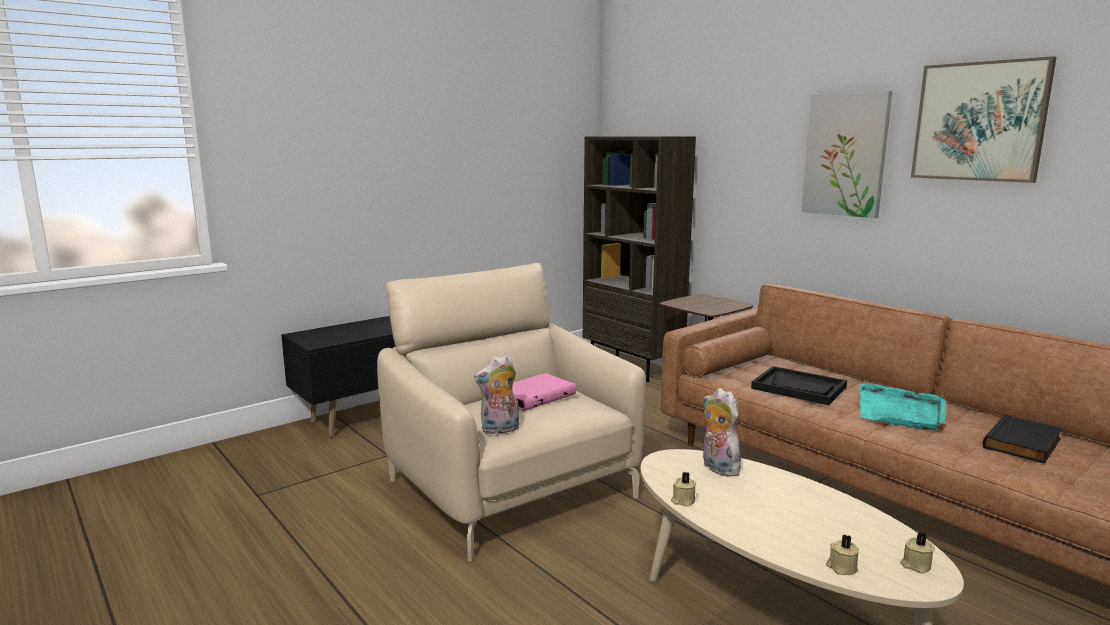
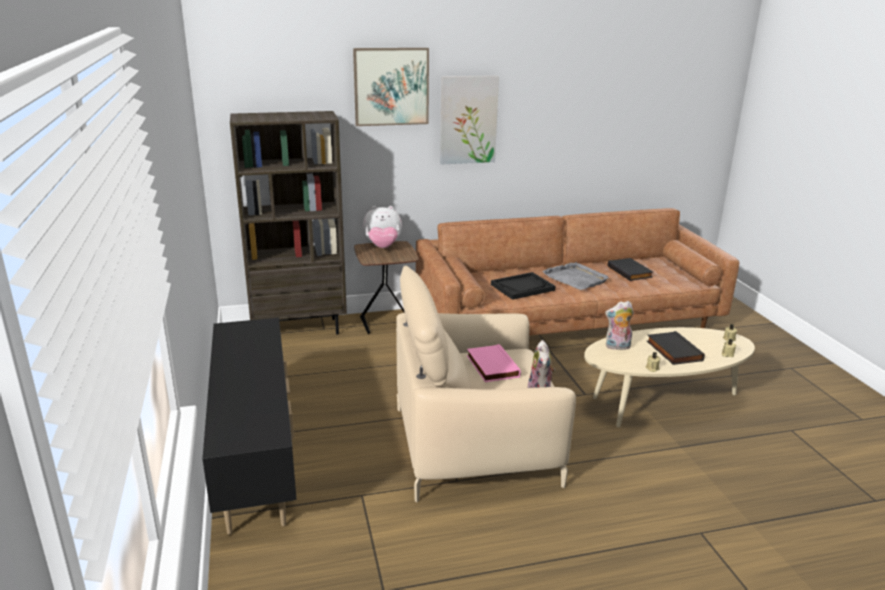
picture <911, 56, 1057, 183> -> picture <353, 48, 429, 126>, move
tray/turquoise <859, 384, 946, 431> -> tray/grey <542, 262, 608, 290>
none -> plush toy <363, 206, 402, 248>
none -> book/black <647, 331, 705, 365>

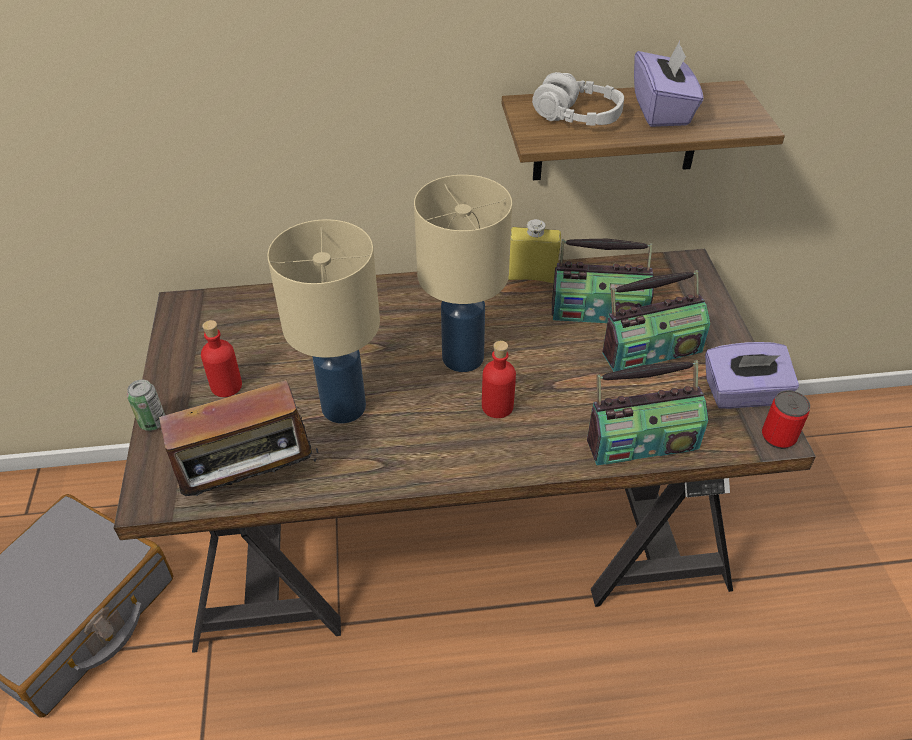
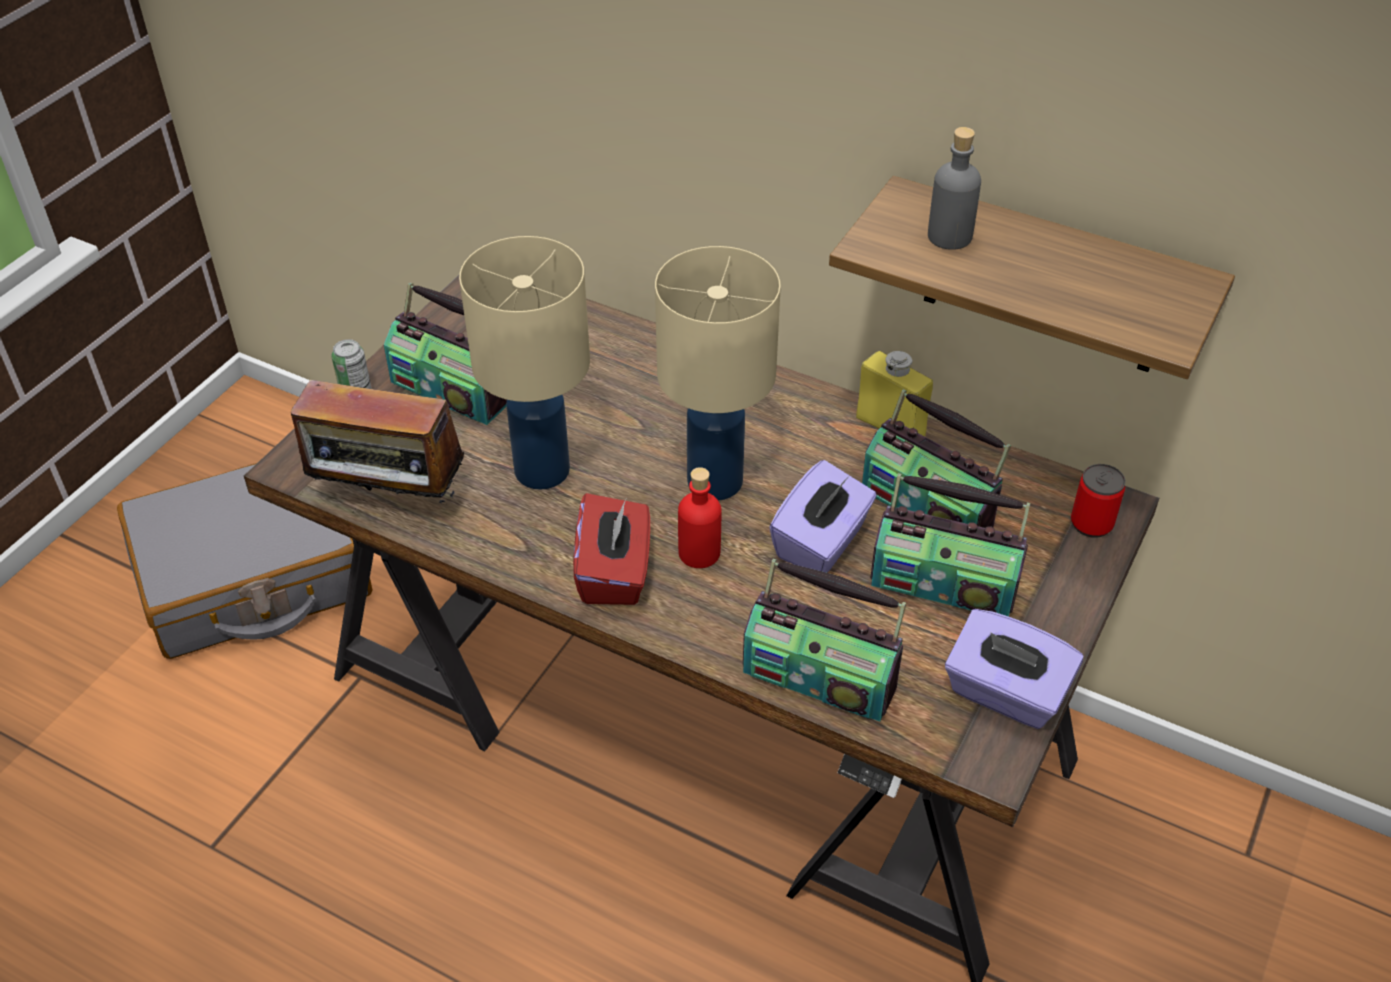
tissue box/purple <634, 41, 704, 127> -> tissue box/purple <769, 460, 877, 573>, move
headphones/grey <532, 72, 624, 126> -> bottle/grey <928, 127, 981, 250>
bottle/red <201, 320, 242, 397> -> radio <384, 283, 507, 425>
can <762, 390, 810, 449> -> can <1071, 464, 1126, 538>, move
none -> tissue box/red <573, 493, 650, 605>

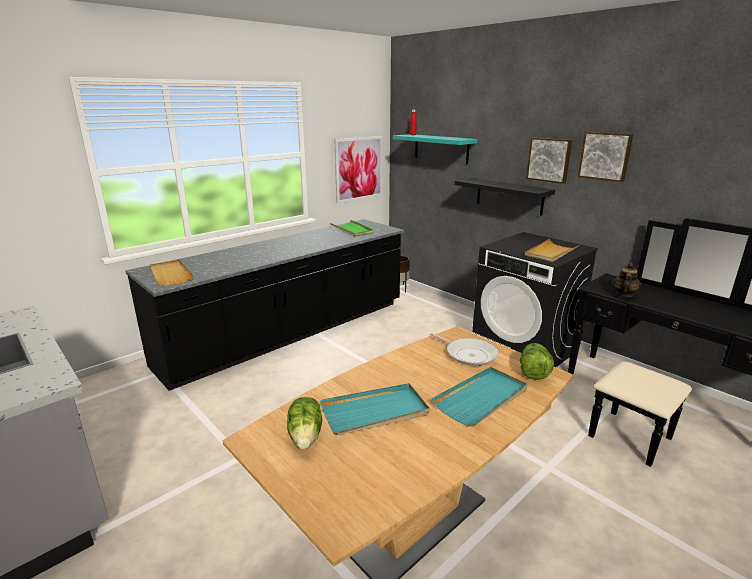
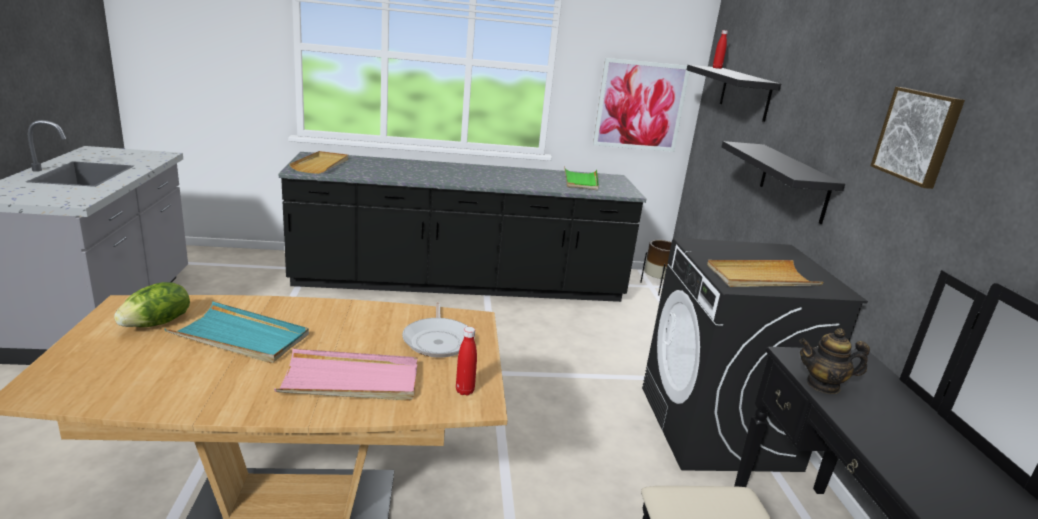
shelf/turquoise <393, 134, 477, 164> -> shelf/black <687, 65, 781, 122>
picture <526, 137, 572, 184> -> none
teapot <613, 263, 642, 298> -> teapot <799, 328, 870, 394>, 150 degrees counterclockwise
lettuce <520, 343, 554, 380> -> bottle/red <456, 327, 477, 396>
tray/turquoise <432, 367, 527, 426> -> tray/pink <274, 349, 418, 401>

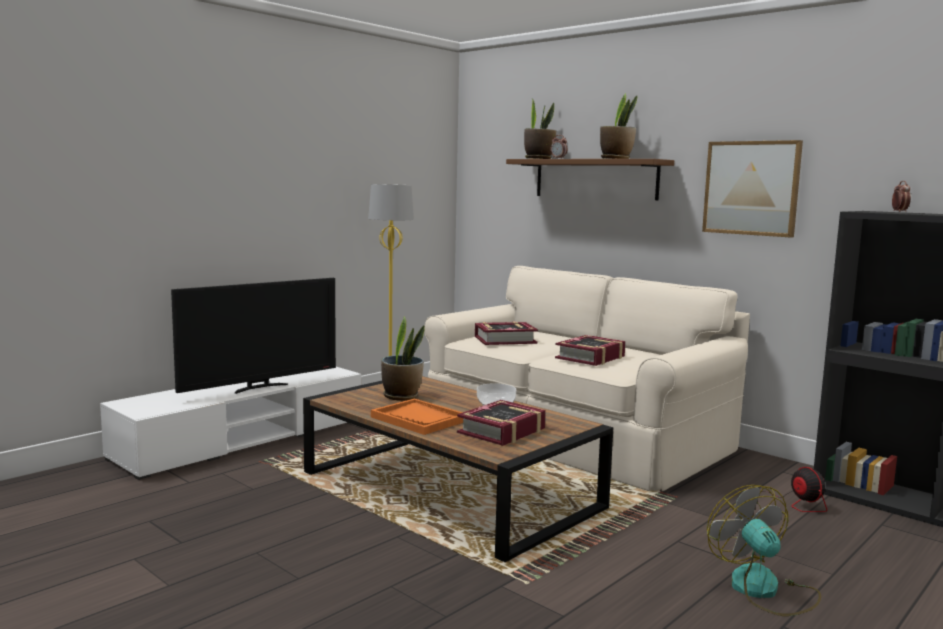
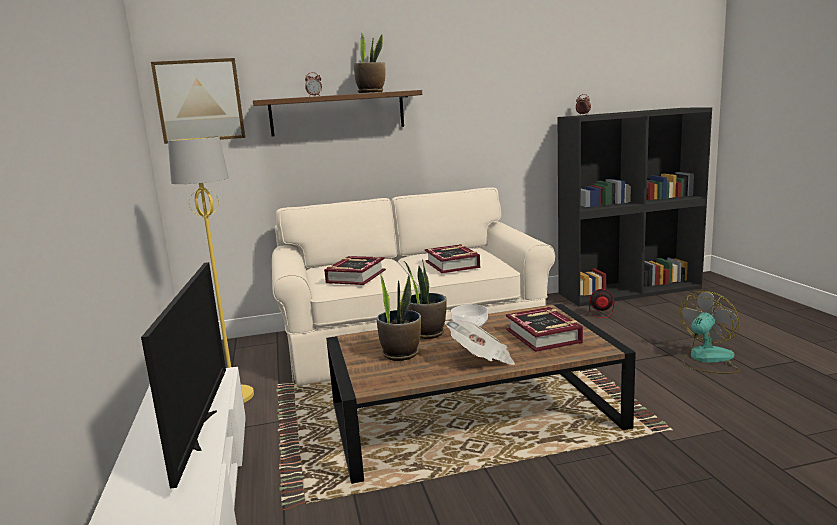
potted plant <524, 99, 556, 159> -> potted plant <404, 259, 447, 339>, move
picture <702, 140, 803, 238> -> picture <151, 58, 245, 144>, move
tray/orange <371, 399, 463, 435> -> newspaper <445, 320, 515, 365>
fan <707, 485, 821, 616> -> fan <680, 291, 740, 373>, 120 degrees clockwise

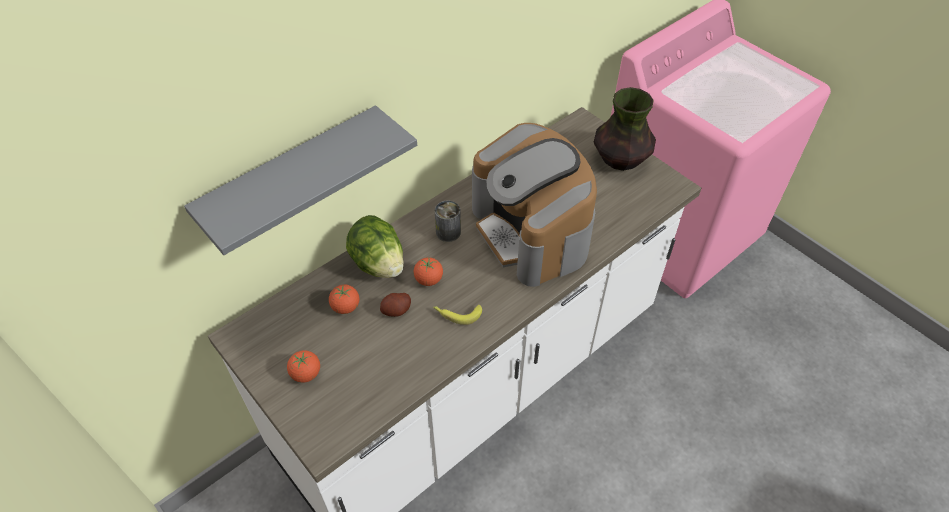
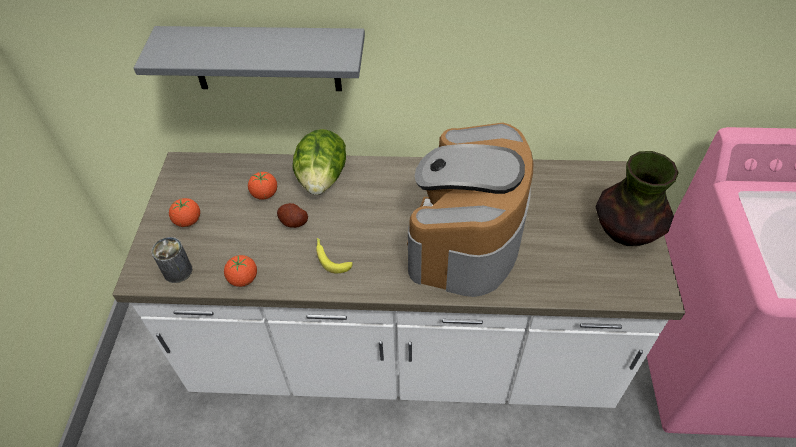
can <435, 201, 461, 242> -> can <152, 237, 192, 283>, move
tomato <414, 257, 443, 286> -> tomato <224, 255, 257, 287>, move

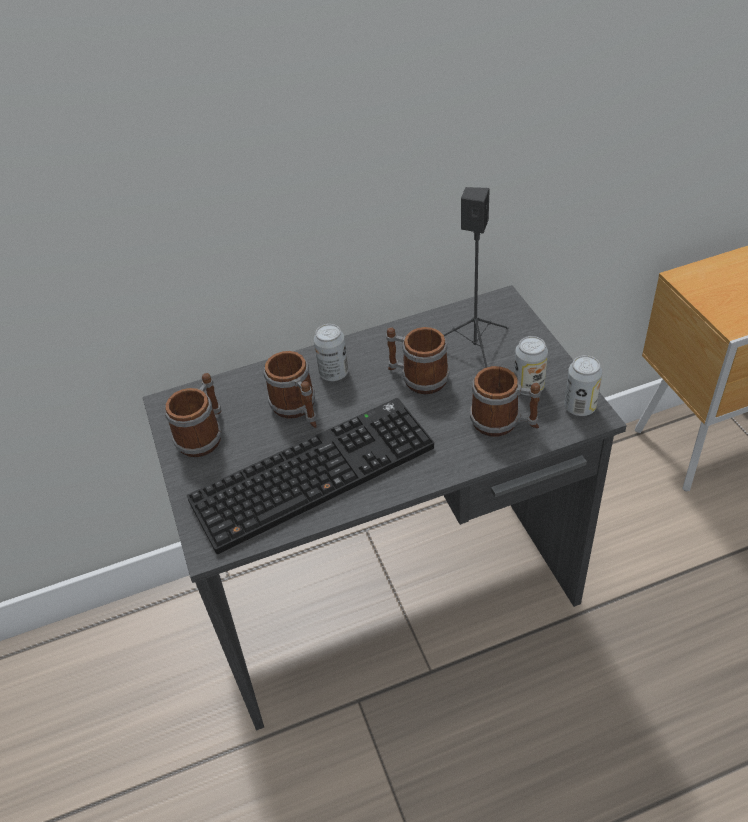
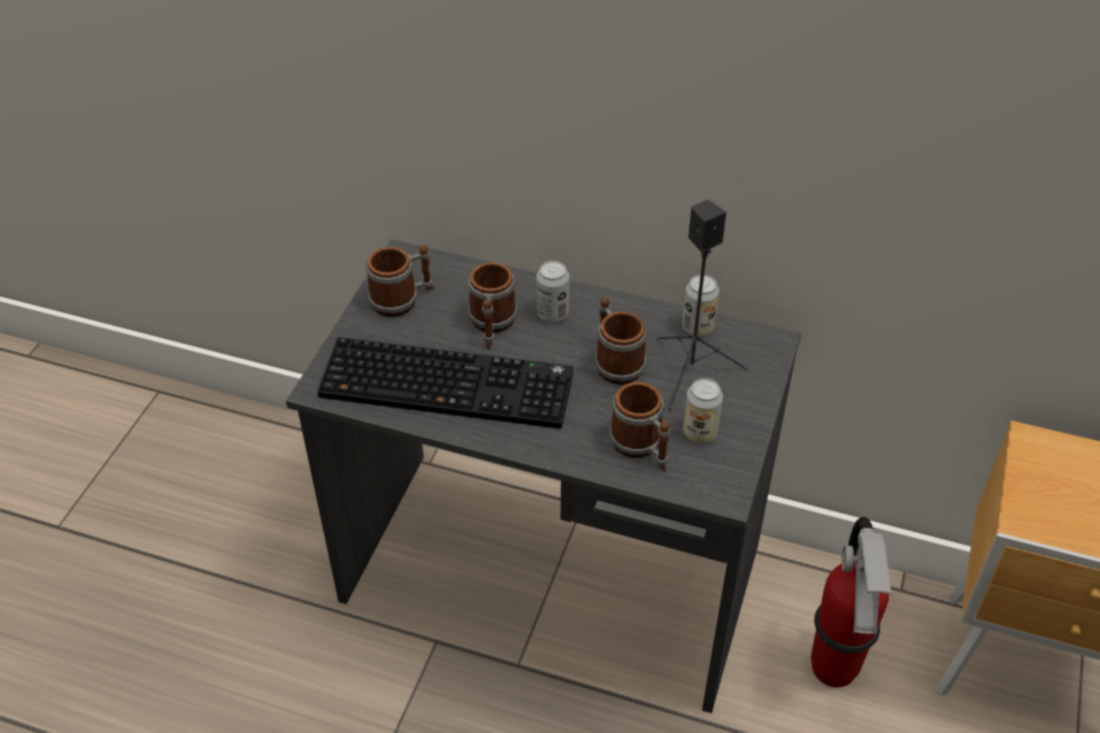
can <564, 355, 602, 416> -> can <682, 275, 719, 336>, move
none -> fire extinguisher <811, 517, 892, 688>

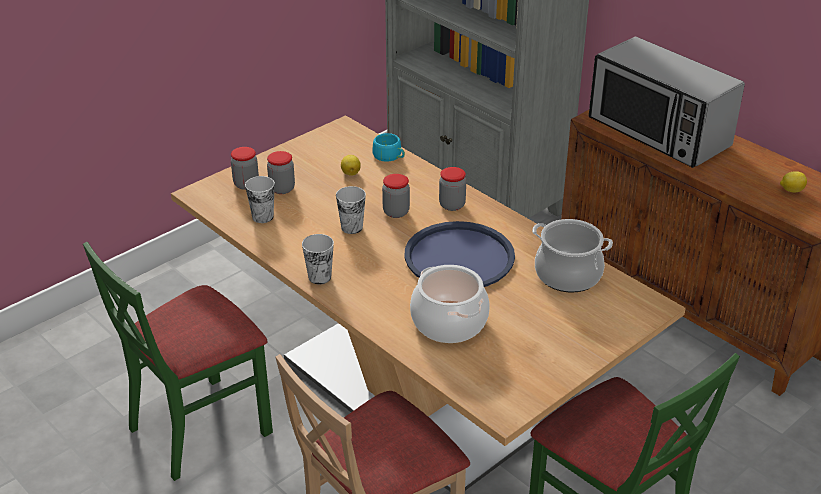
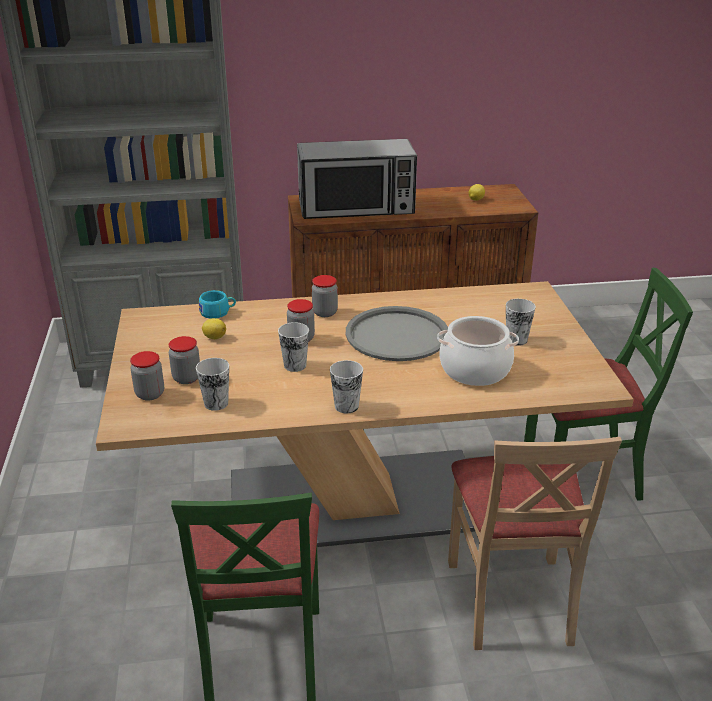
cooking pot <532, 219, 613, 293> -> none
tray/blue <405, 221, 515, 287> -> tray/grey <346, 306, 448, 361>
none -> cup <506, 299, 536, 346>

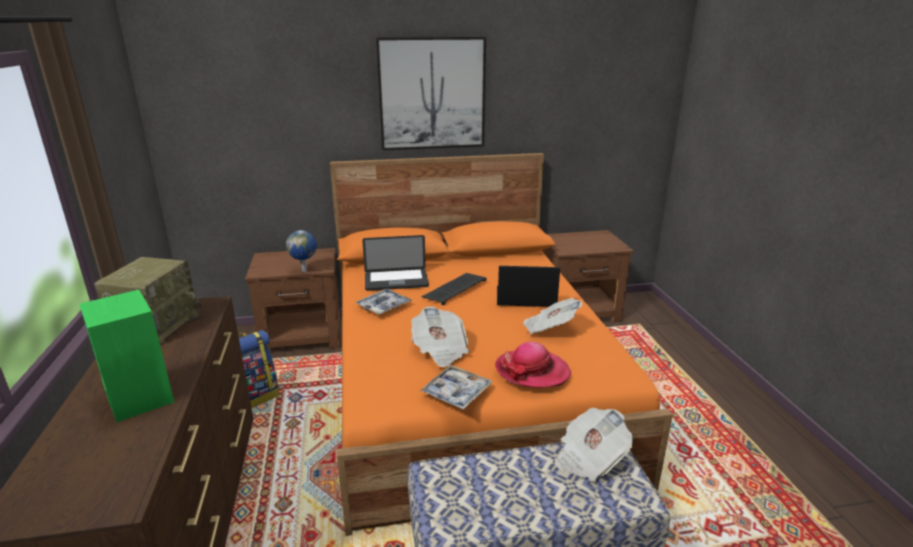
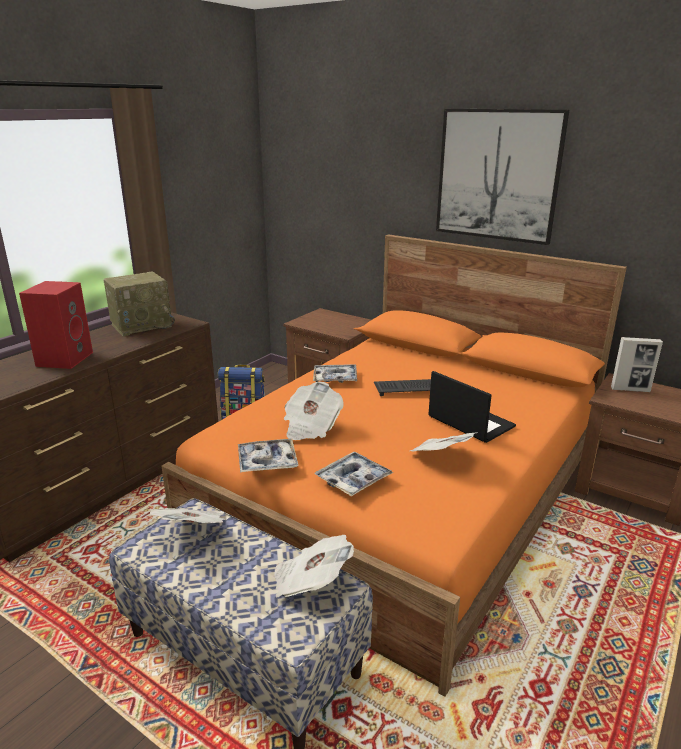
globe <286, 230, 317, 273> -> none
laptop <362, 235, 429, 291> -> none
speaker/green <79, 290, 174, 423> -> speaker/red <19, 281, 93, 369>
hat <495, 342, 571, 388> -> tray <314, 452, 393, 496>
none -> picture frame <611, 337, 663, 392>
none -> newspaper <150, 508, 225, 523>

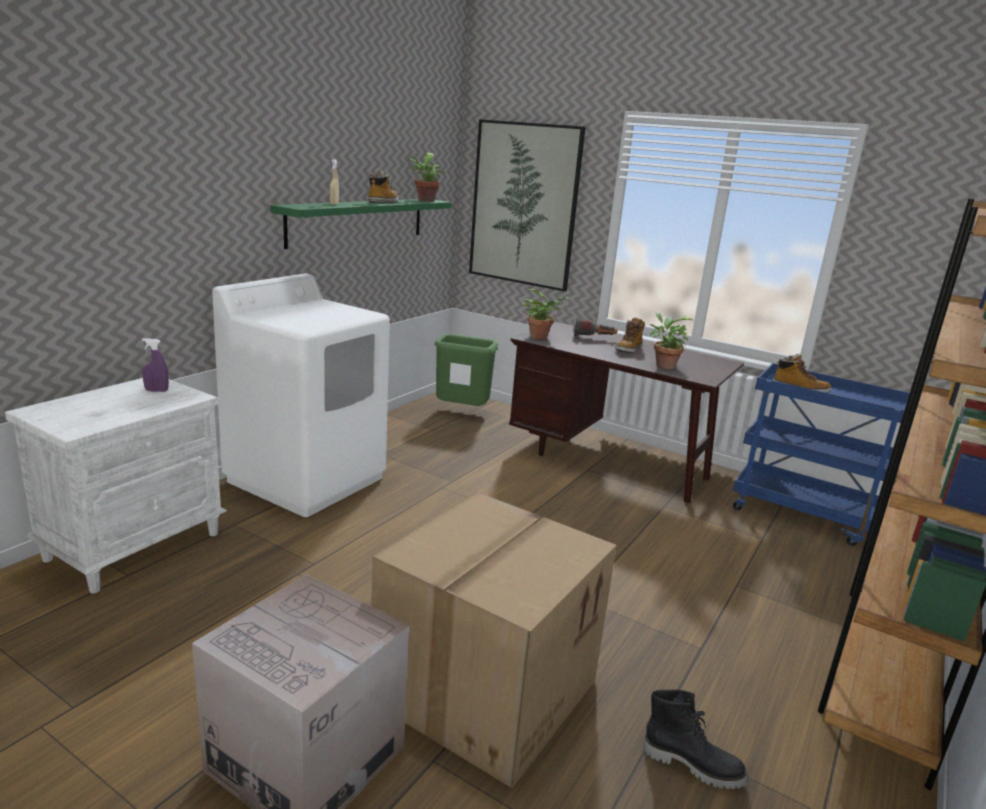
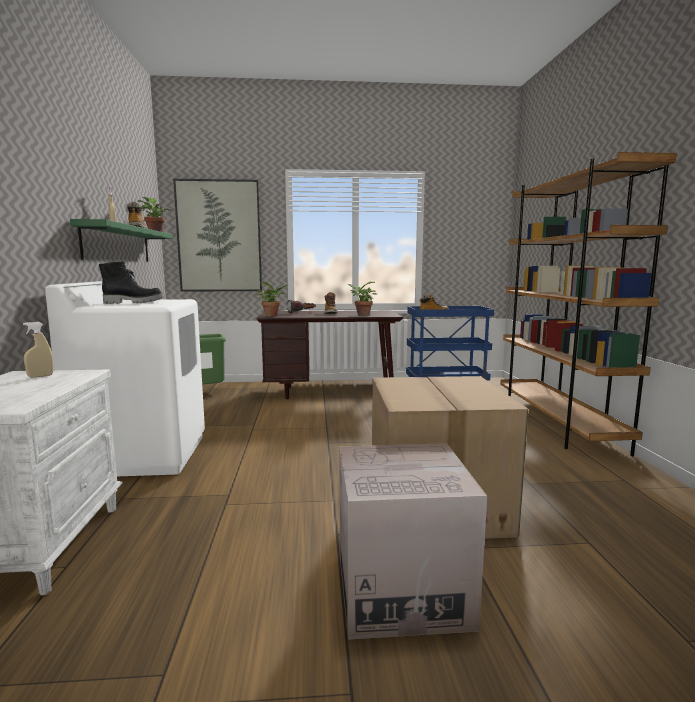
spray bottle/purple <142, 338, 169, 392> -> spray bottle/beige <23, 322, 53, 378>
boot/black <643, 690, 747, 789> -> boot/black <99, 261, 164, 304>, move

